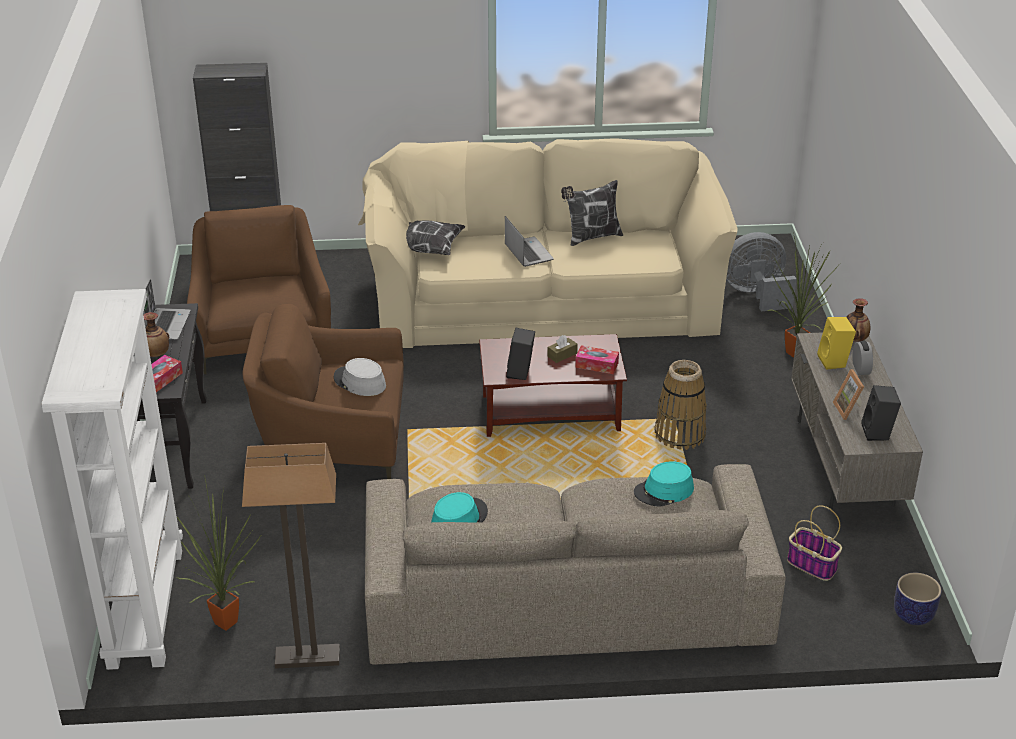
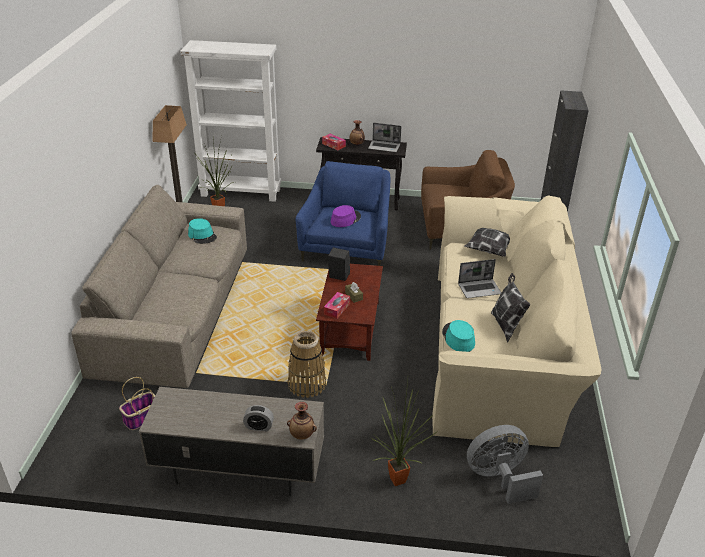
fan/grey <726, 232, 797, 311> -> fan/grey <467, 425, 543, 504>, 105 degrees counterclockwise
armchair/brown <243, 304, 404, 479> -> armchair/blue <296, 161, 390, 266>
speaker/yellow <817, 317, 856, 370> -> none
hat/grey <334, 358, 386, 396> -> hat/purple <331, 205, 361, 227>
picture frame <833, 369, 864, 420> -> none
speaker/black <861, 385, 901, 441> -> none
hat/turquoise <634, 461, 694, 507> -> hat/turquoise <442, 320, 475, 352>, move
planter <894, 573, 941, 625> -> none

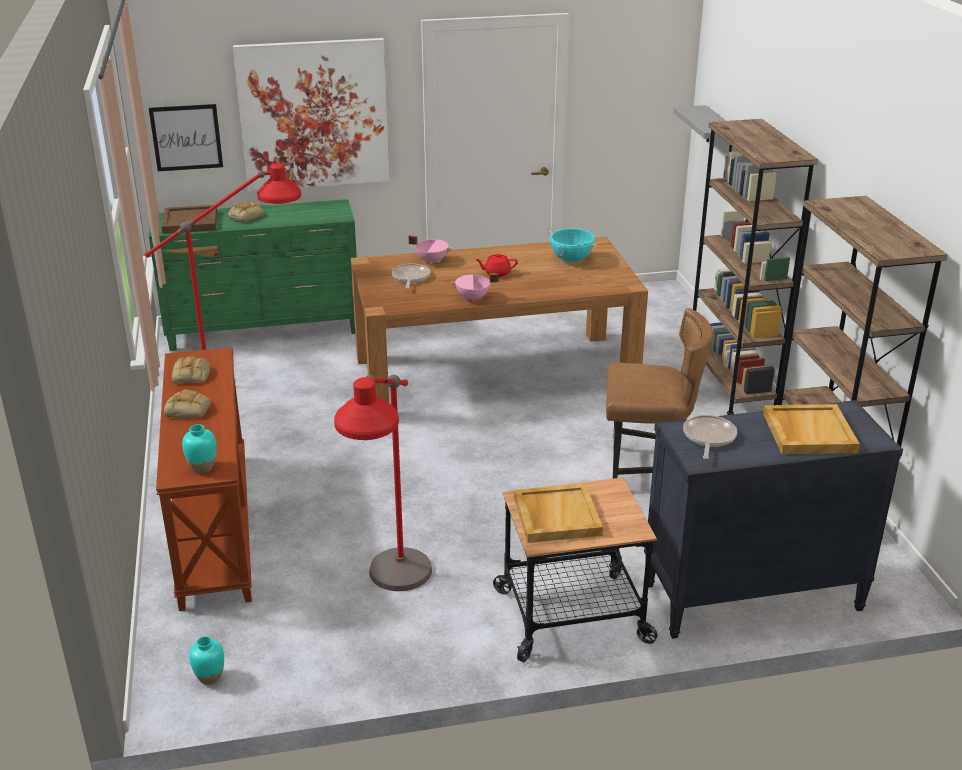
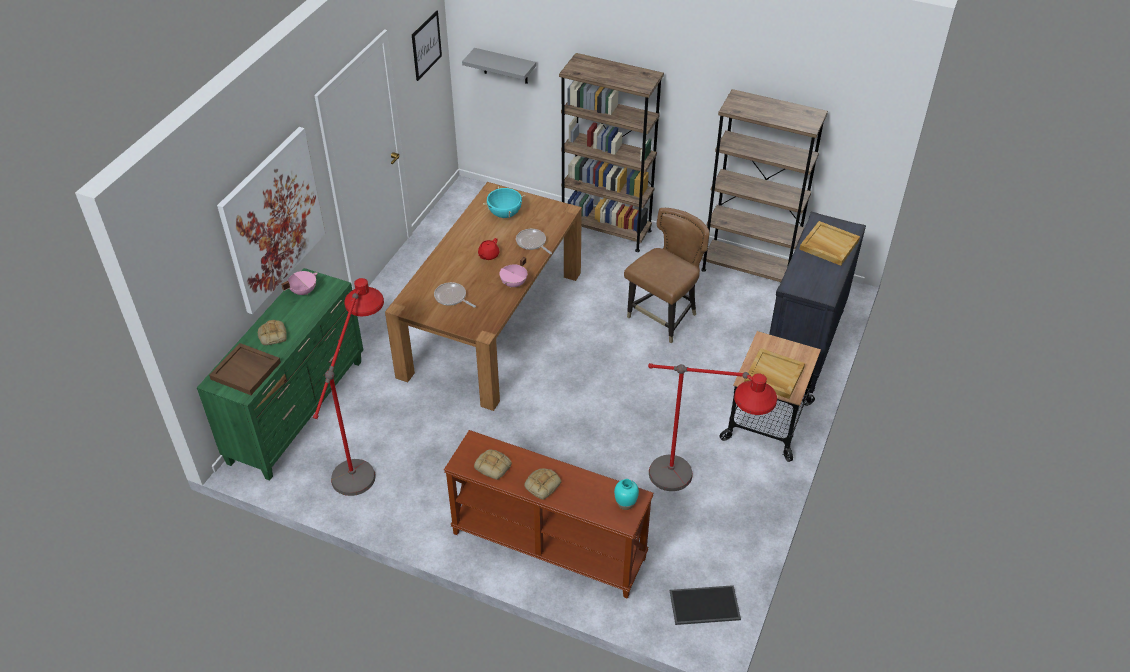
picture <149, 104, 223, 171> -> picture <412, 11, 442, 81>, move
cooking pot/pink <409, 235, 452, 264> -> cooking pot/pink <281, 271, 317, 295>, move
frying pan <683, 415, 737, 459> -> frying pan <516, 229, 552, 254>, move
vase/turquoise <189, 636, 224, 685> -> tray <670, 585, 741, 625>

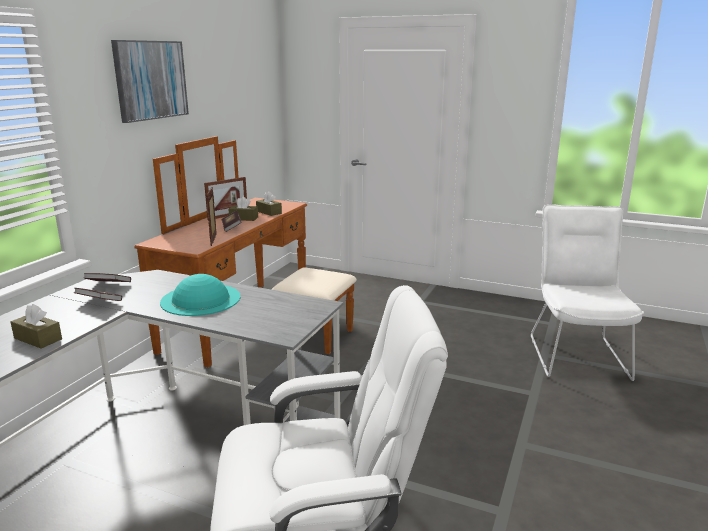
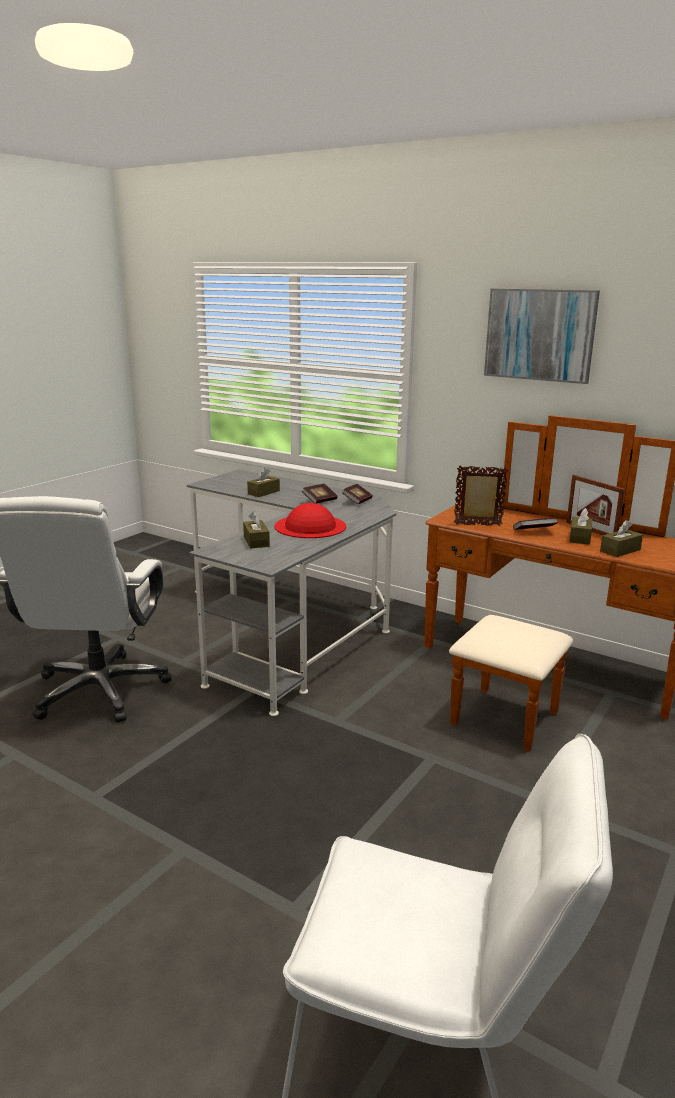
hat/turquoise <160, 274, 241, 316> -> hat/red <275, 503, 346, 538>
none -> tissue box/brown <243, 511, 270, 549>

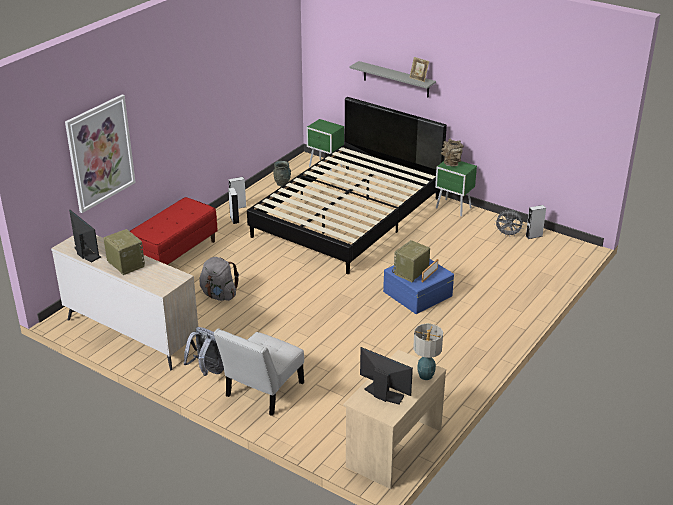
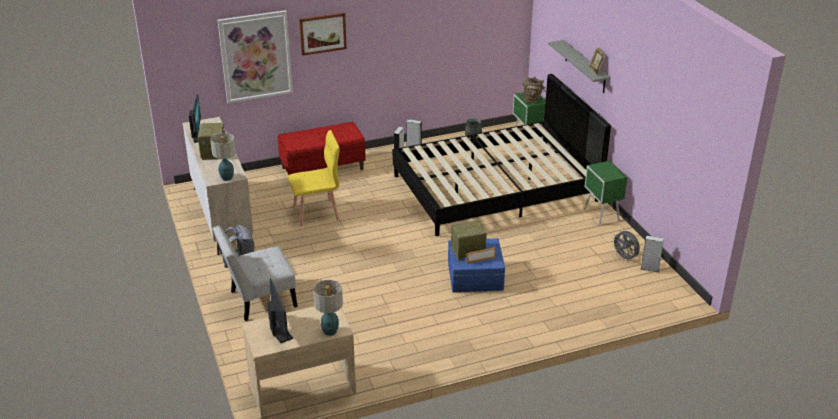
vase/brown <441, 139, 464, 167> -> vase/brown <521, 76, 545, 103>, move
backpack/grey <199, 257, 239, 301> -> chair/yellow <287, 130, 340, 226>
none -> picture <299, 13, 347, 56>
none -> table lamp <210, 133, 236, 181>

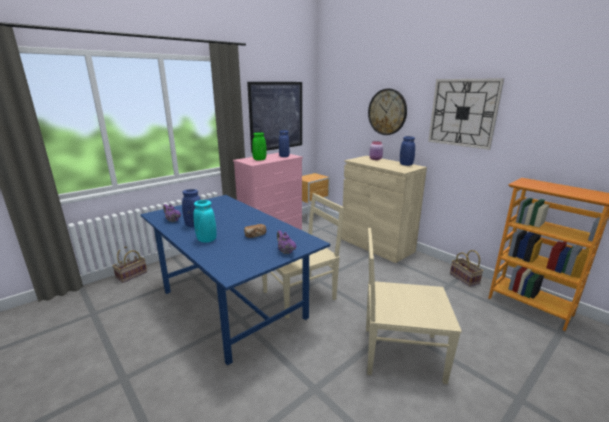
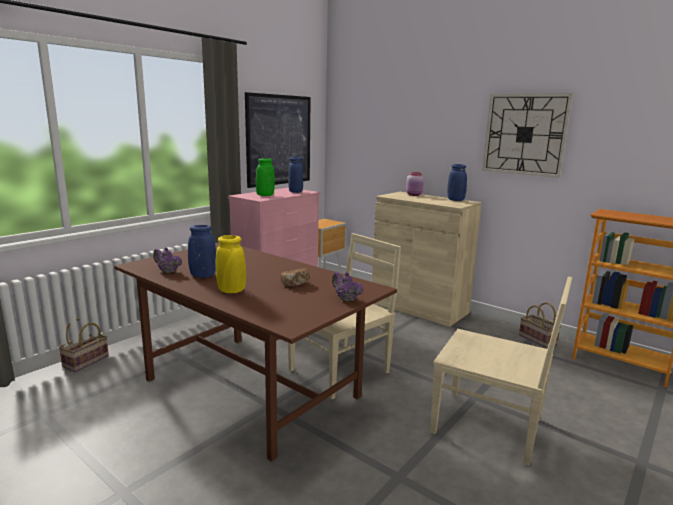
wall clock <368, 89, 407, 135> -> none
dining table/blue <141, 195, 330, 366> -> dining table/brown <114, 242, 397, 462>
vase/turquoise <193, 200, 216, 243> -> vase/yellow <216, 235, 246, 293>
chair/beige <366, 228, 462, 384> -> chair/beige <430, 277, 572, 466>, 150 degrees counterclockwise

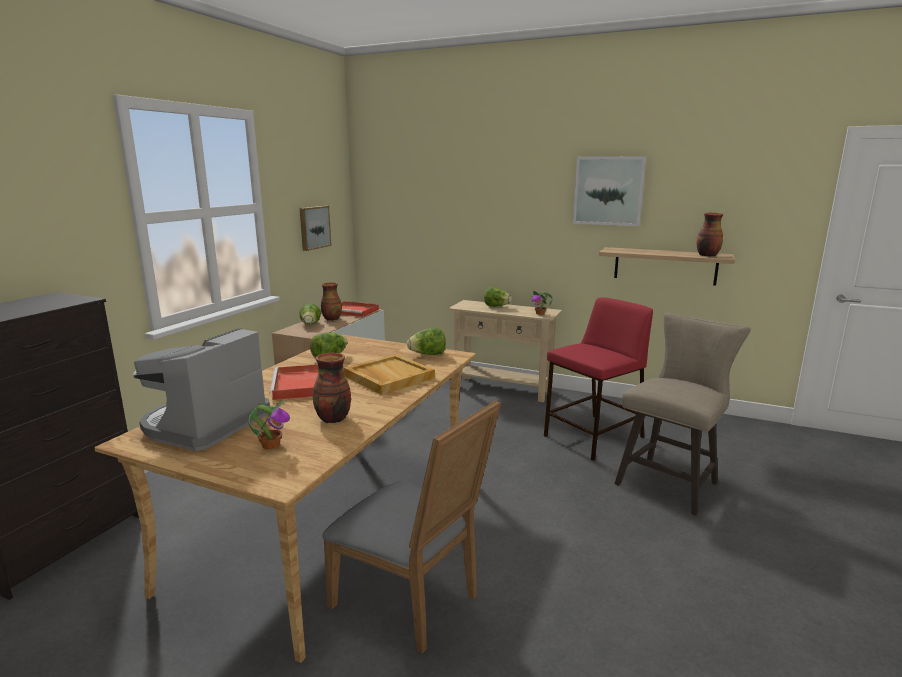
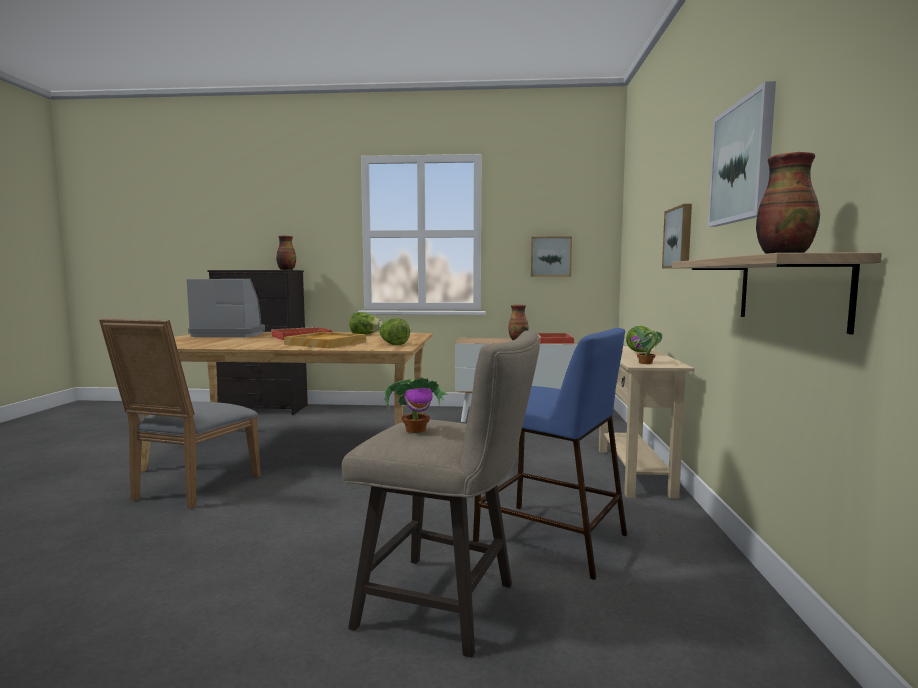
stool/red <544, 298, 653, 461> -> stool/blue <473, 328, 627, 580>
lettuce <299, 303, 321, 325> -> none
vase <313, 353, 351, 423> -> vase <276, 236, 296, 270>, move
potted plant <248, 400, 290, 449> -> potted plant <384, 378, 447, 433>, move
none -> picture <662, 204, 692, 268>

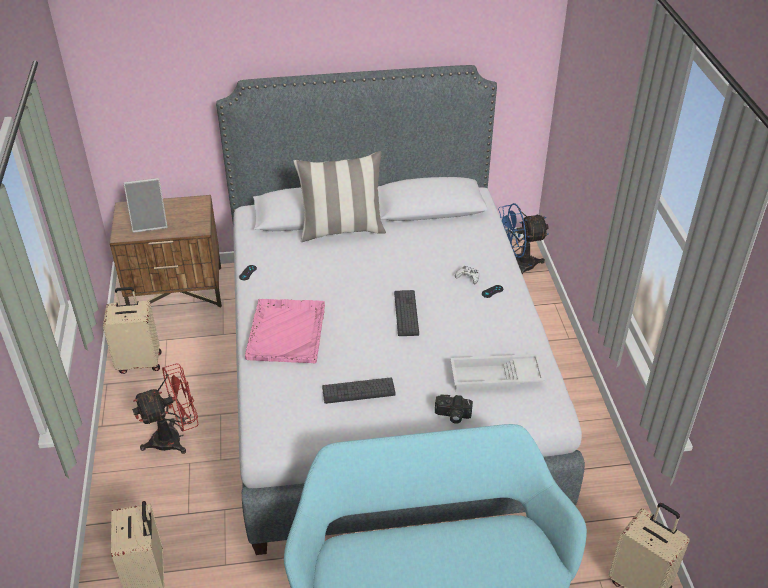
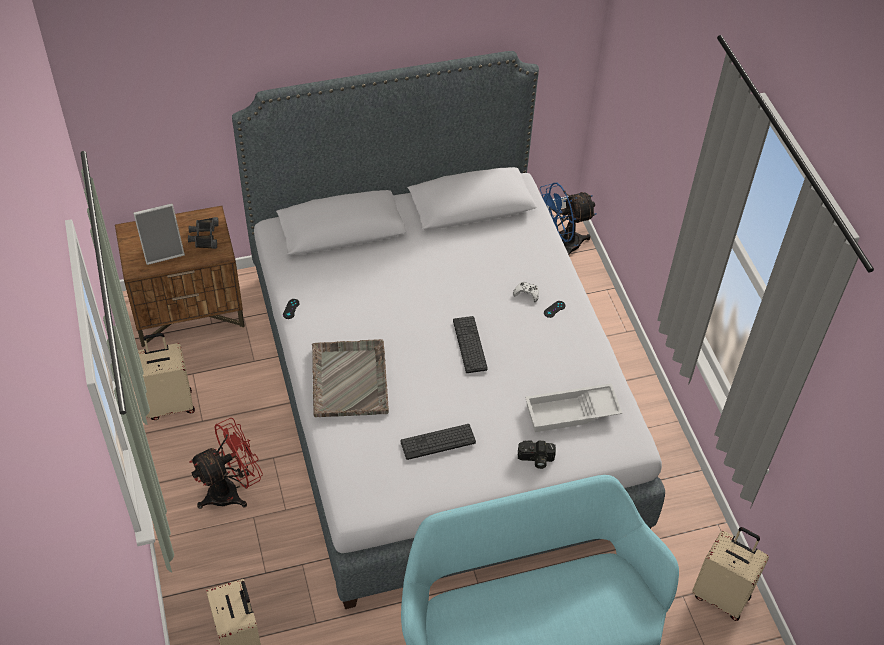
pillow <294, 151, 386, 242> -> none
tray/pink <245, 299, 325, 363> -> tray/grey <312, 339, 389, 417>
none -> binoculars/black <188, 217, 219, 249>

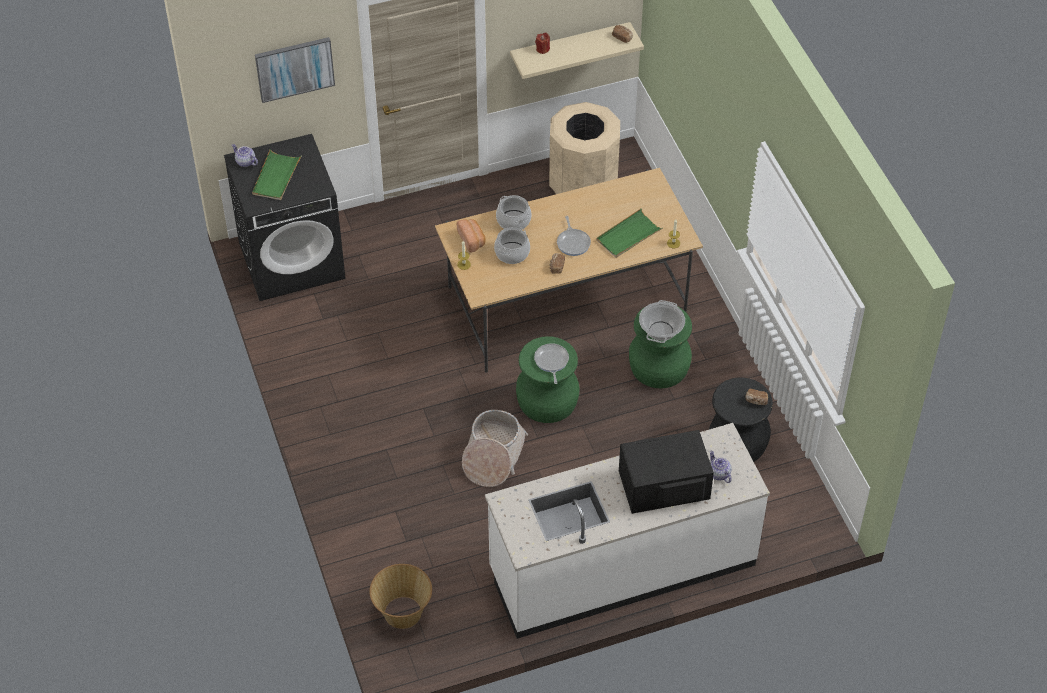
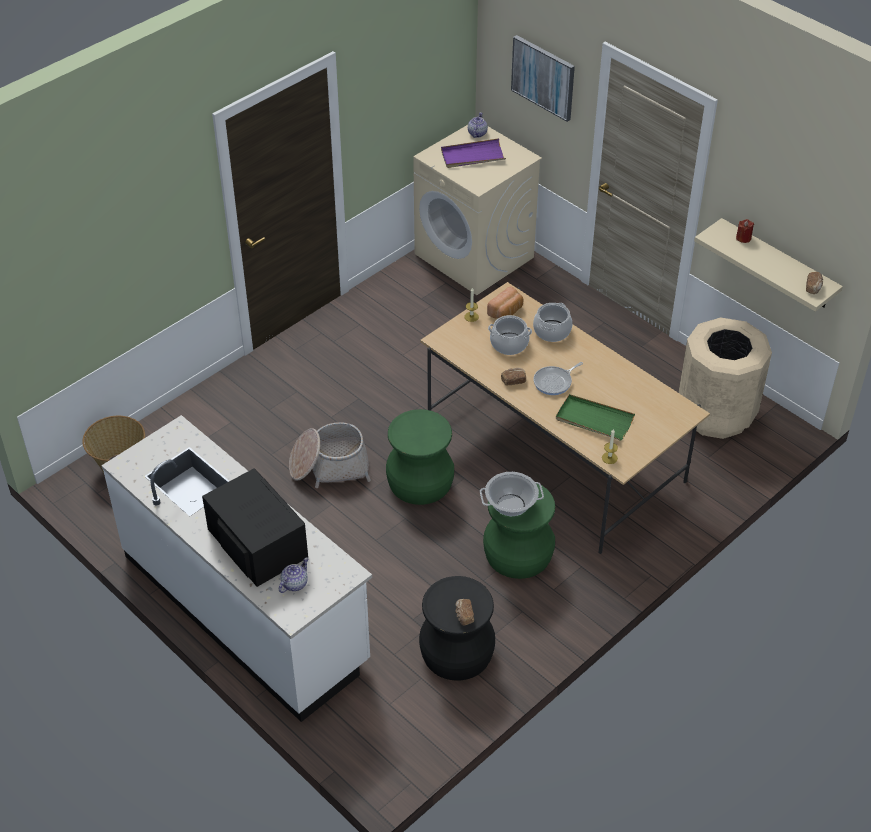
washing machine/black <224, 134, 346, 301> -> washing machine/beige <413, 125, 542, 295>
tray/green <252, 149, 302, 200> -> tray/purple <441, 138, 506, 168>
frying pan <534, 343, 569, 384> -> none

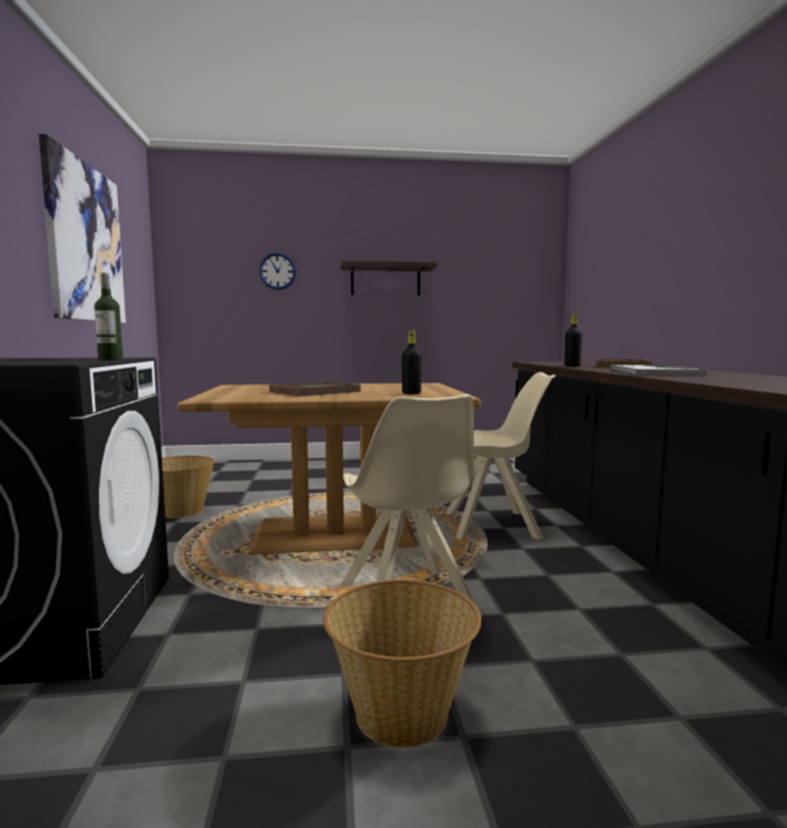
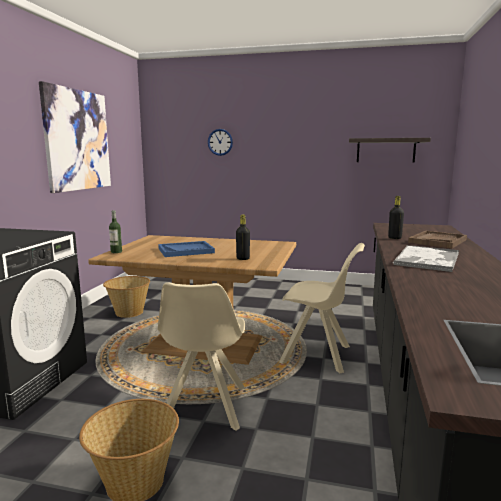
shelf <340, 260, 437, 295> -> shelf <349, 138, 431, 162>, move
bottle <94, 273, 123, 360> -> bottle <109, 210, 122, 253>, move
tray/brown <269, 381, 361, 397> -> tray/blue <158, 241, 215, 257>

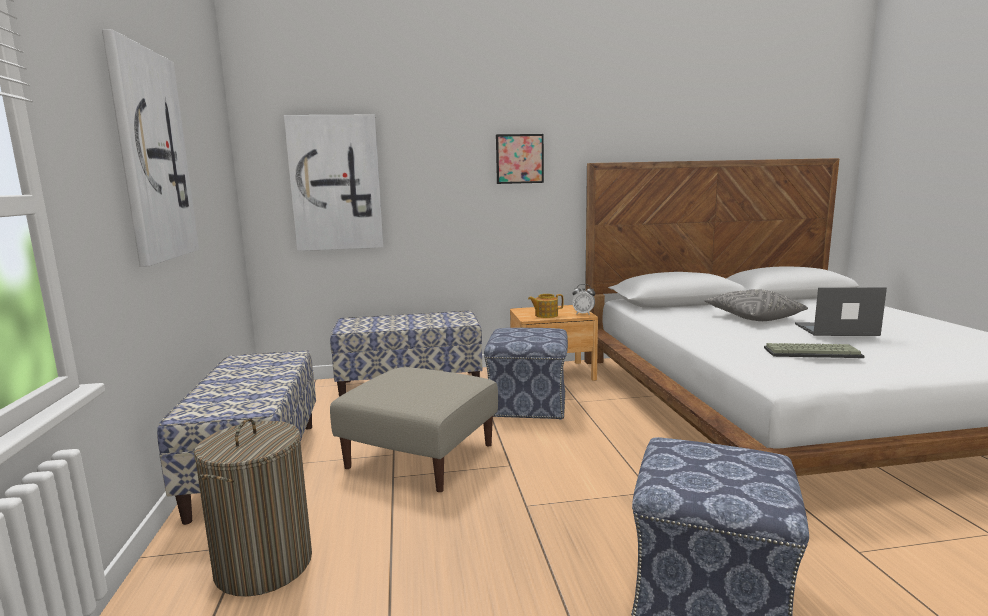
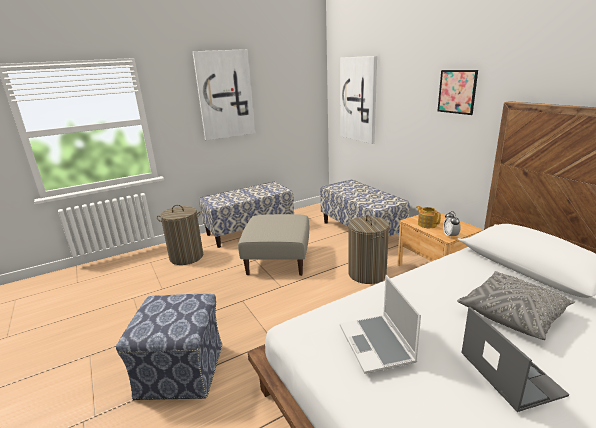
ottoman <484, 328, 568, 420> -> laundry basket <348, 215, 389, 284>
keyboard <764, 343, 864, 358> -> laptop <340, 275, 421, 374>

